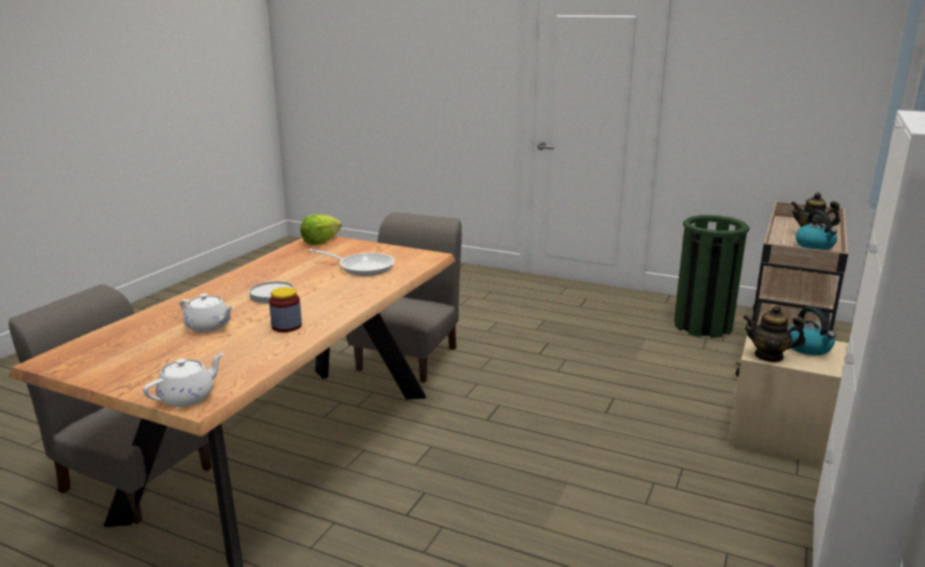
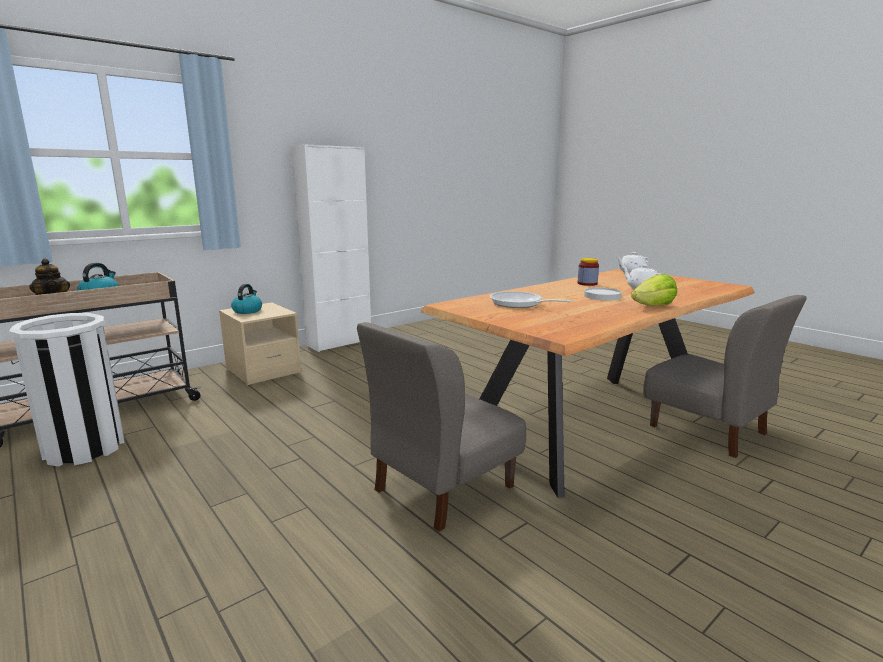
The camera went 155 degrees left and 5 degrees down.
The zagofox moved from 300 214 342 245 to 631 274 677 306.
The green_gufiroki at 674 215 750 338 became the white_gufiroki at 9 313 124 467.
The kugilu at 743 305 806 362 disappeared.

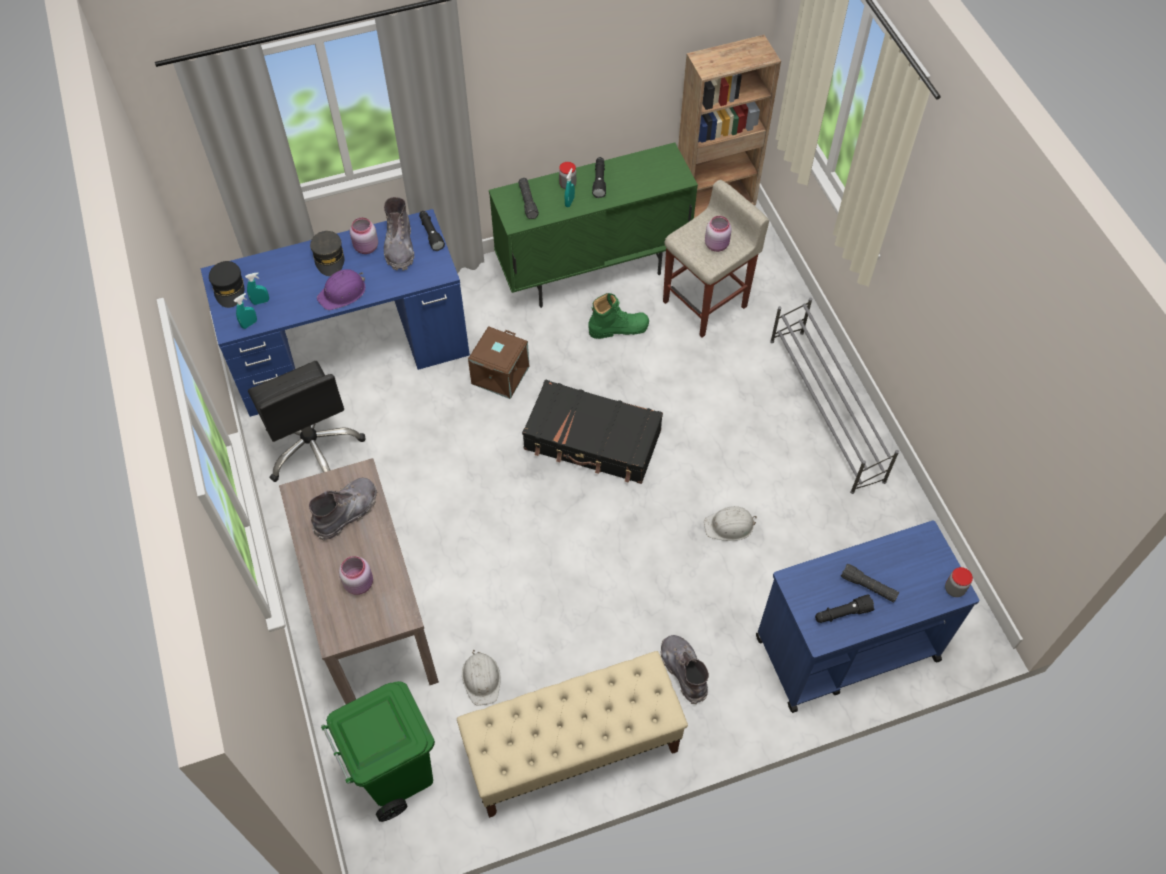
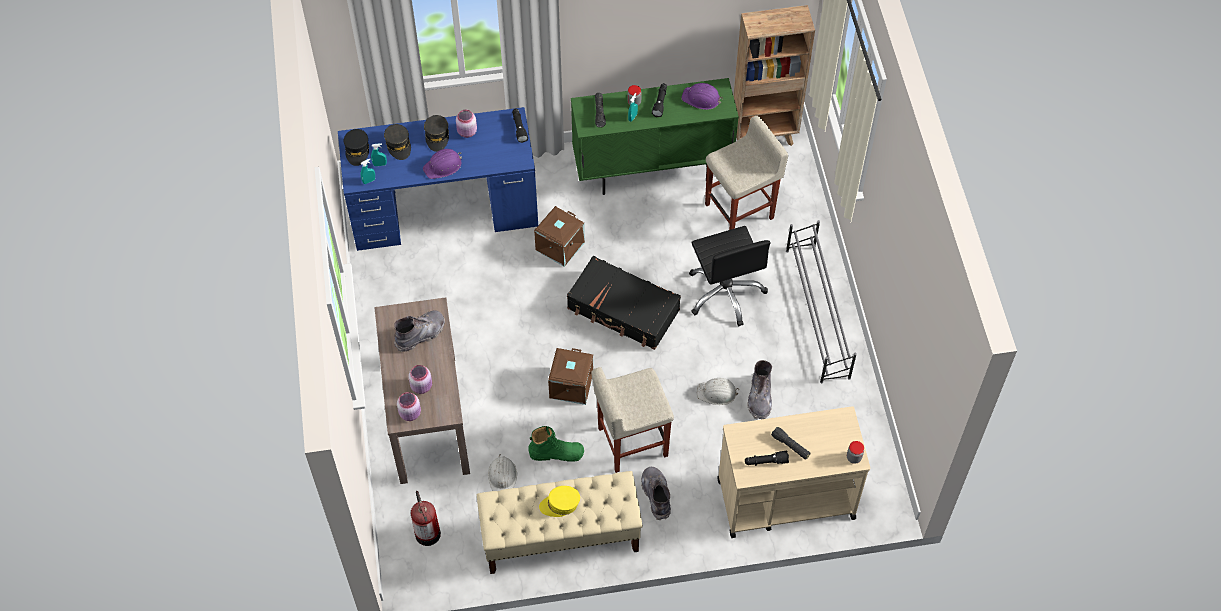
The camera went 10 degrees right and 0 degrees up.
The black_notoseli moved from 248 361 365 482 to 689 226 771 326.
The green_gufiroki at 321 681 435 822 was replaced by the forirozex at 411 491 441 546.
The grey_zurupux moved from 384 197 414 271 to 747 360 772 419.
The green_zurupux moved from 588 293 649 339 to 528 426 584 461.
The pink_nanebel moved from 705 216 732 252 to 397 392 421 421.
The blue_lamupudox at 756 520 979 713 became the beige_lamupudox at 718 406 870 538.
The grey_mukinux at 384 124 411 160 appeared.
The yellow_mukinux at 539 486 580 517 appeared.
The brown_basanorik at 548 348 594 405 appeared.
The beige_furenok at 591 367 674 473 appeared.
The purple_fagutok at 681 83 723 110 appeared.

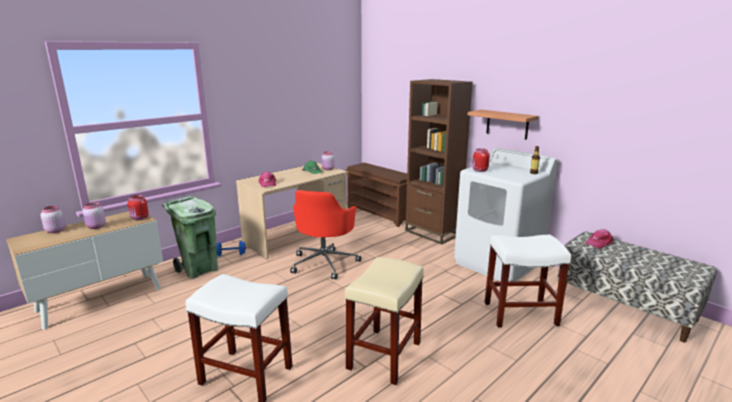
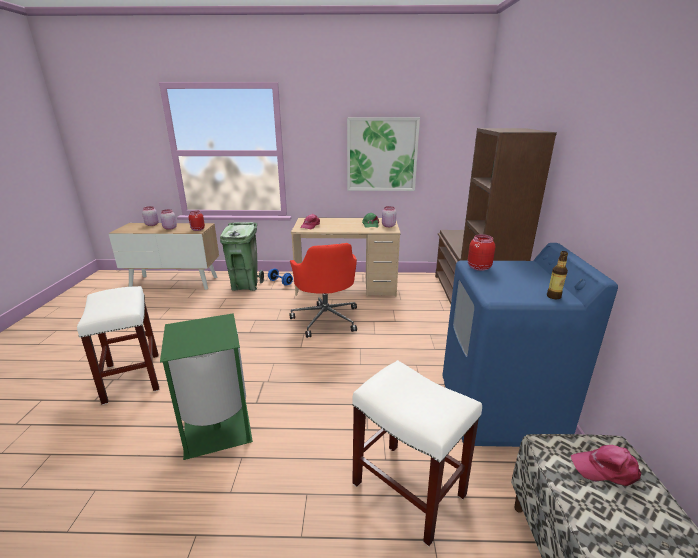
The camera went 45 degrees right and 5 degrees up.
The red_notoseli at 290 190 361 280 turned 75 degrees counterclockwise.
The beige_furenok at 345 257 424 386 was replaced by the green_gufiroki at 160 313 253 460.
The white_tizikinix at 454 148 558 282 became the blue_tizikinix at 442 243 618 447.
The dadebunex at 468 110 539 140 disappeared.
The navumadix at 347 118 420 191 appeared.

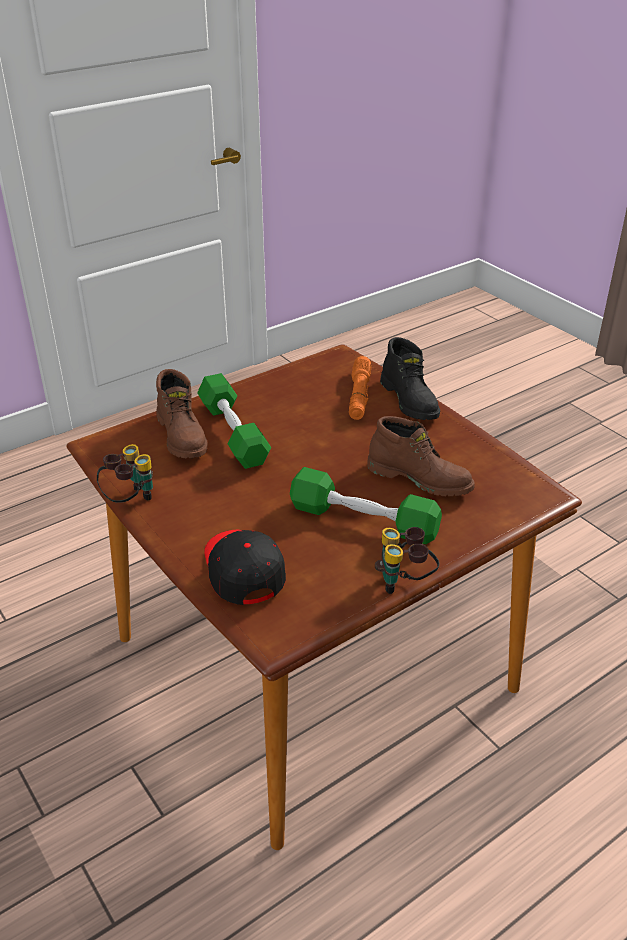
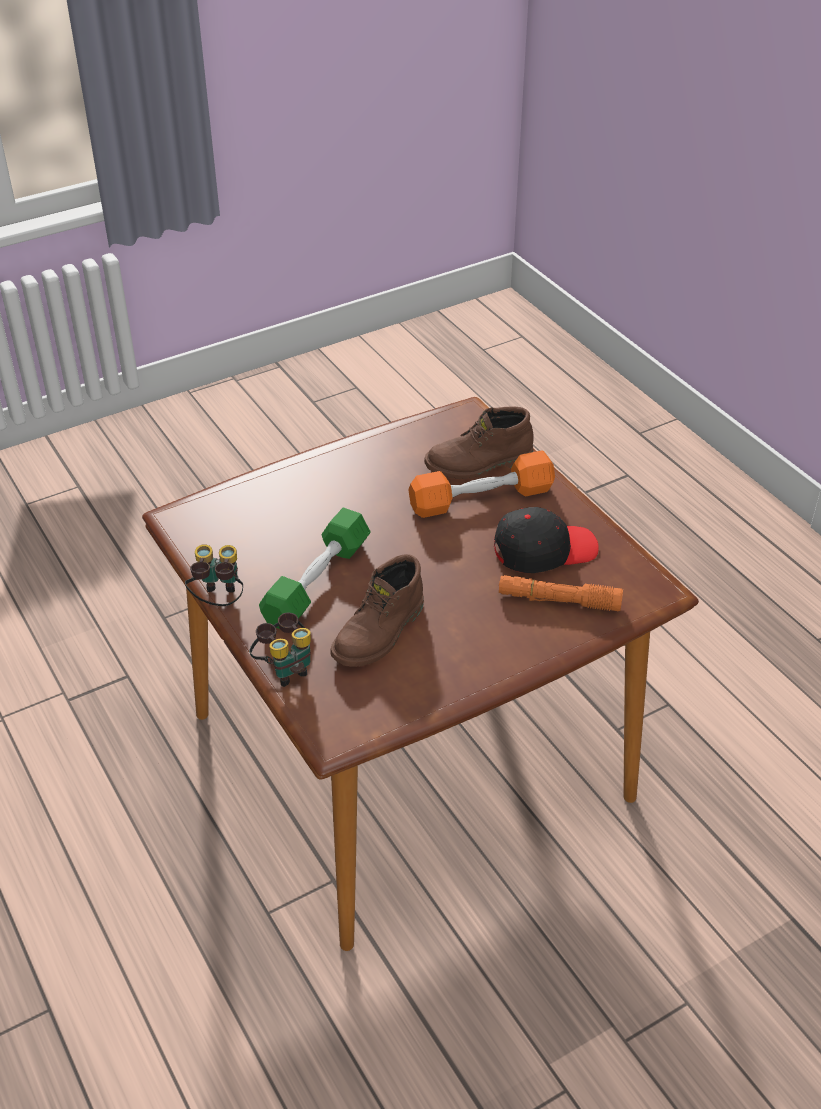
The camera went 95 degrees right and 5 degrees up.
The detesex moved from 97 444 153 503 to 249 613 311 687.
The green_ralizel at 197 373 271 469 became the orange_ralizel at 408 450 555 518.
The black_mukinux moved from 204 530 286 605 to 494 507 599 573.
The black_zurupux at 380 337 440 420 disappeared.

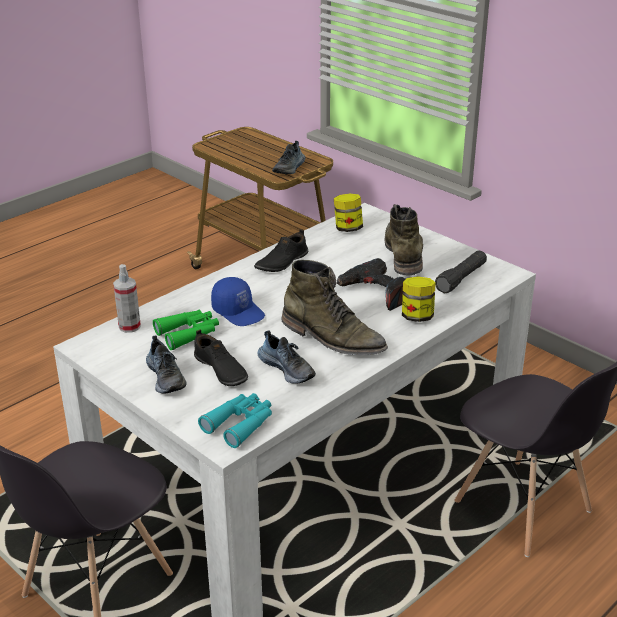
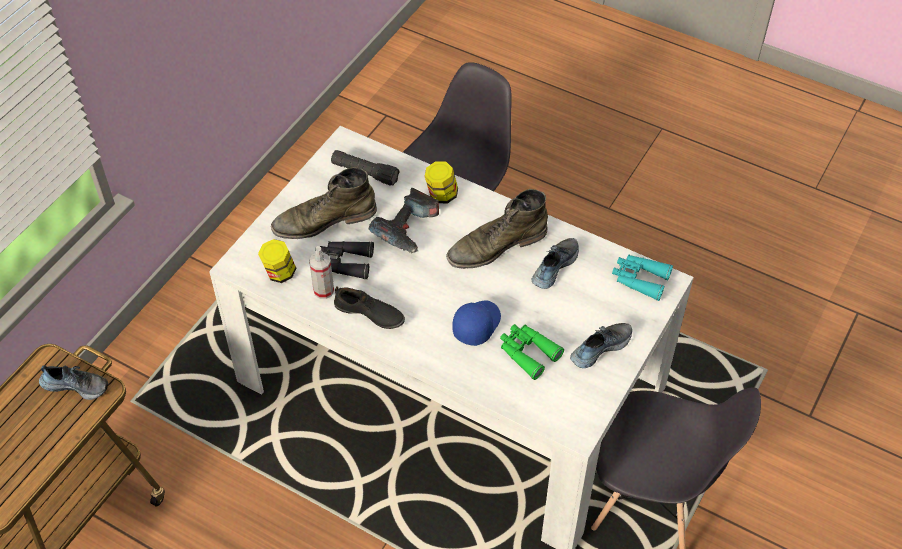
The camera went 105 degrees left and 20 degrees up.
The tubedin moved from 113 264 141 333 to 309 246 334 299.
The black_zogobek at 194 329 248 386 disappeared.
The green_zurupux at 281 260 388 355 turned 135 degrees counterclockwise.
The black_detesex at 320 241 374 279 appeared.

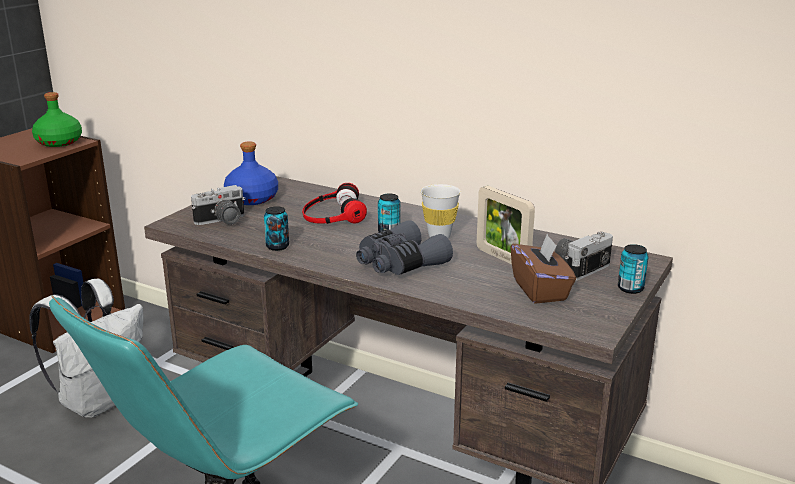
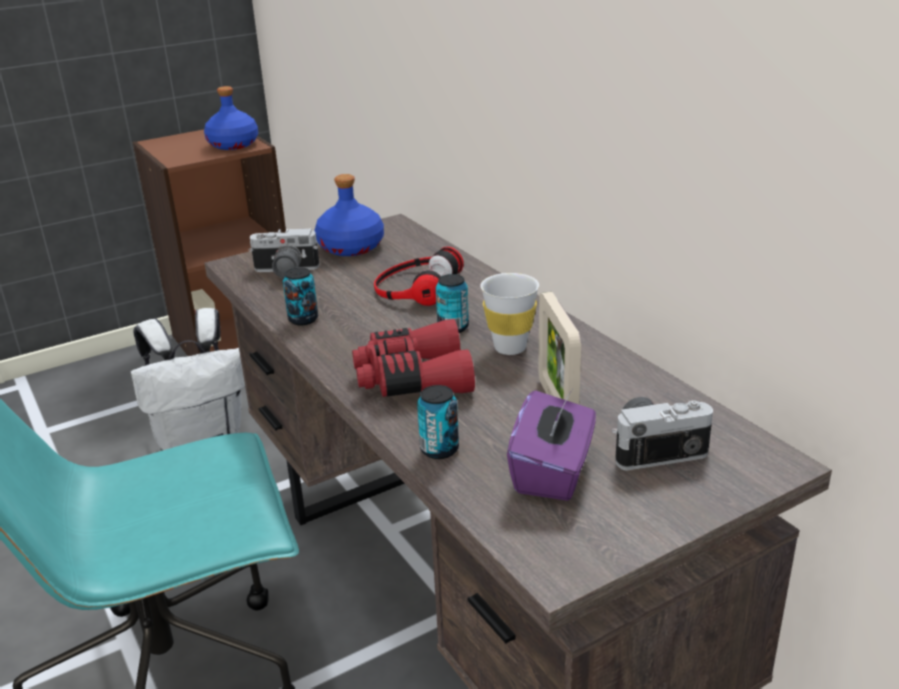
The camera went 30 degrees right and 5 degrees up.
The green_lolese at 32 92 82 147 became the blue_lolese at 204 86 258 150.
The grey_detesex at 356 220 453 275 became the red_detesex at 352 319 475 397.
The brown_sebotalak at 510 234 576 304 became the purple_sebotalak at 507 390 596 501.
The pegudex moved from 618 244 649 294 to 417 385 459 459.

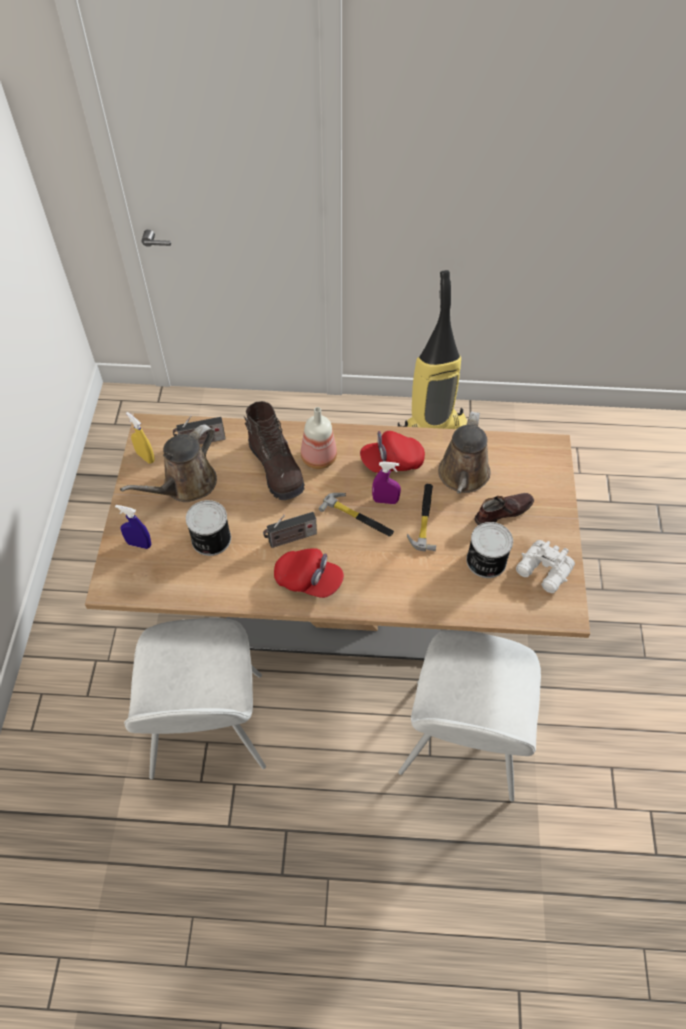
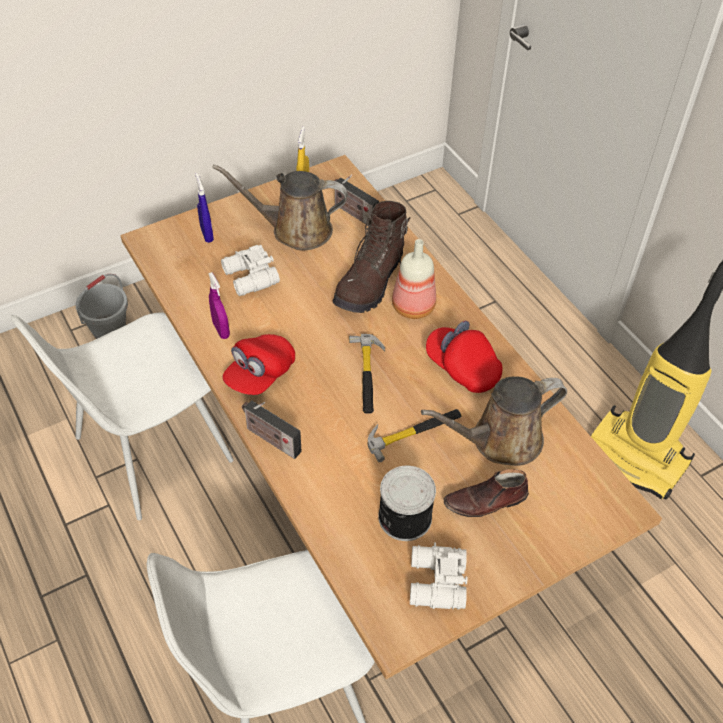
The camera went 55 degrees right and 5 degrees down.
The pegudex at 186 500 231 556 was replaced by the white_detesex at 221 245 280 296.
The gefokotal moved from 263 512 317 548 to 242 401 302 459.
The red_mukinux at 274 548 344 598 turned 45 degrees clockwise.
The purple_tubedin moved from 372 461 401 504 to 208 272 230 339.
The brown_zogobek at 474 493 534 525 turned 135 degrees clockwise.
The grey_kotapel at 76 274 128 339 appeared.

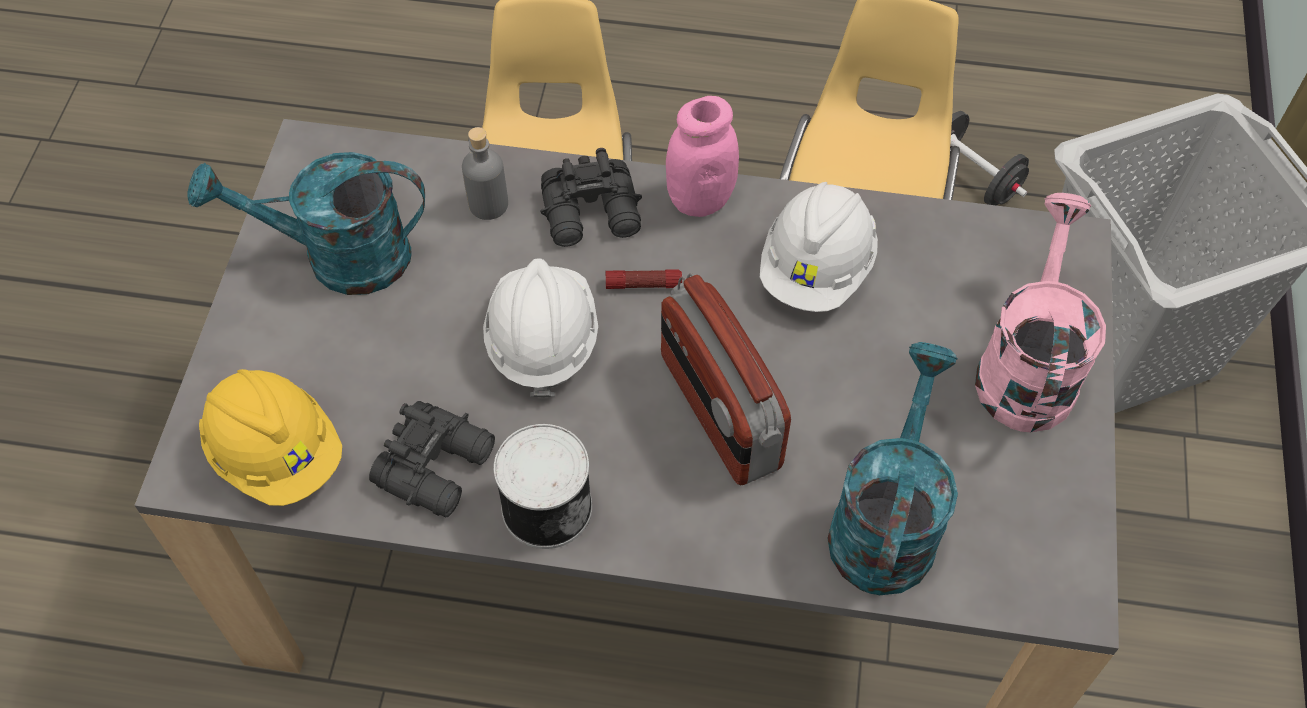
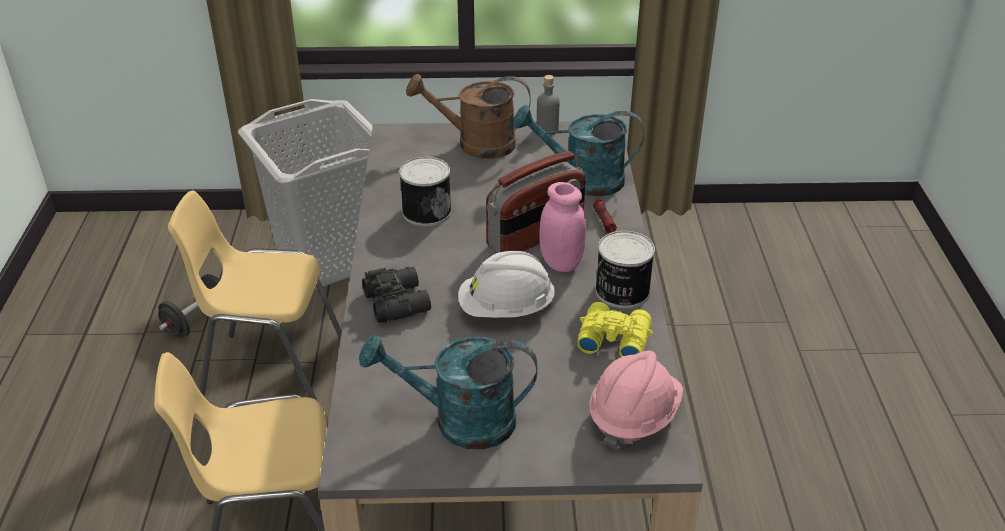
The camera went 100 degrees left and 20 degrees down.
The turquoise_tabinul at 187 152 425 295 turned 105 degrees clockwise.
The yellow_fagutok at 199 369 342 506 became the pink_fagutok at 589 350 683 450.
The black_detesex at 369 401 495 517 became the yellow_detesex at 577 302 653 357.
The grey_lolese moved from 462 127 508 220 to 537 75 560 135.
The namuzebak moved from 606 269 682 289 to 593 200 617 233.
The pink_nanebel moved from 666 96 739 217 to 540 182 586 272.
The white_fagutok at 760 182 878 312 was replaced by the pegudex at 399 157 452 226.
The pink_tabinul at 975 193 1106 433 became the brown_tabinul at 406 74 531 159.

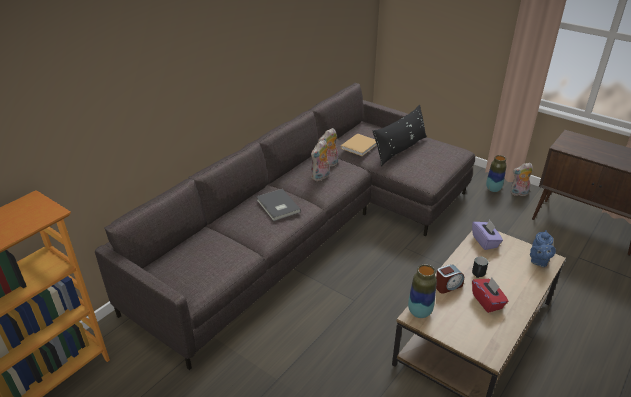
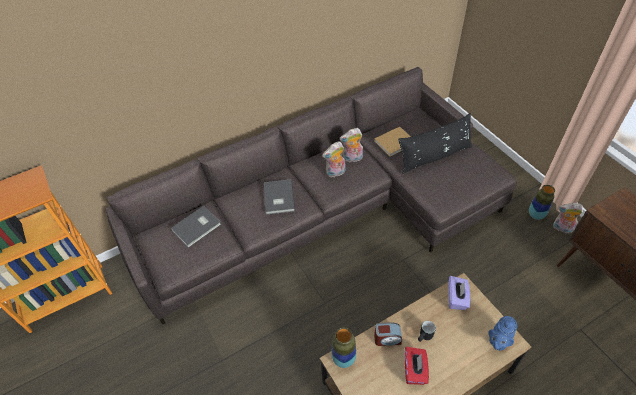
The camera went 25 degrees right and 15 degrees up.
The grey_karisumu at 171 206 221 248 appeared.

